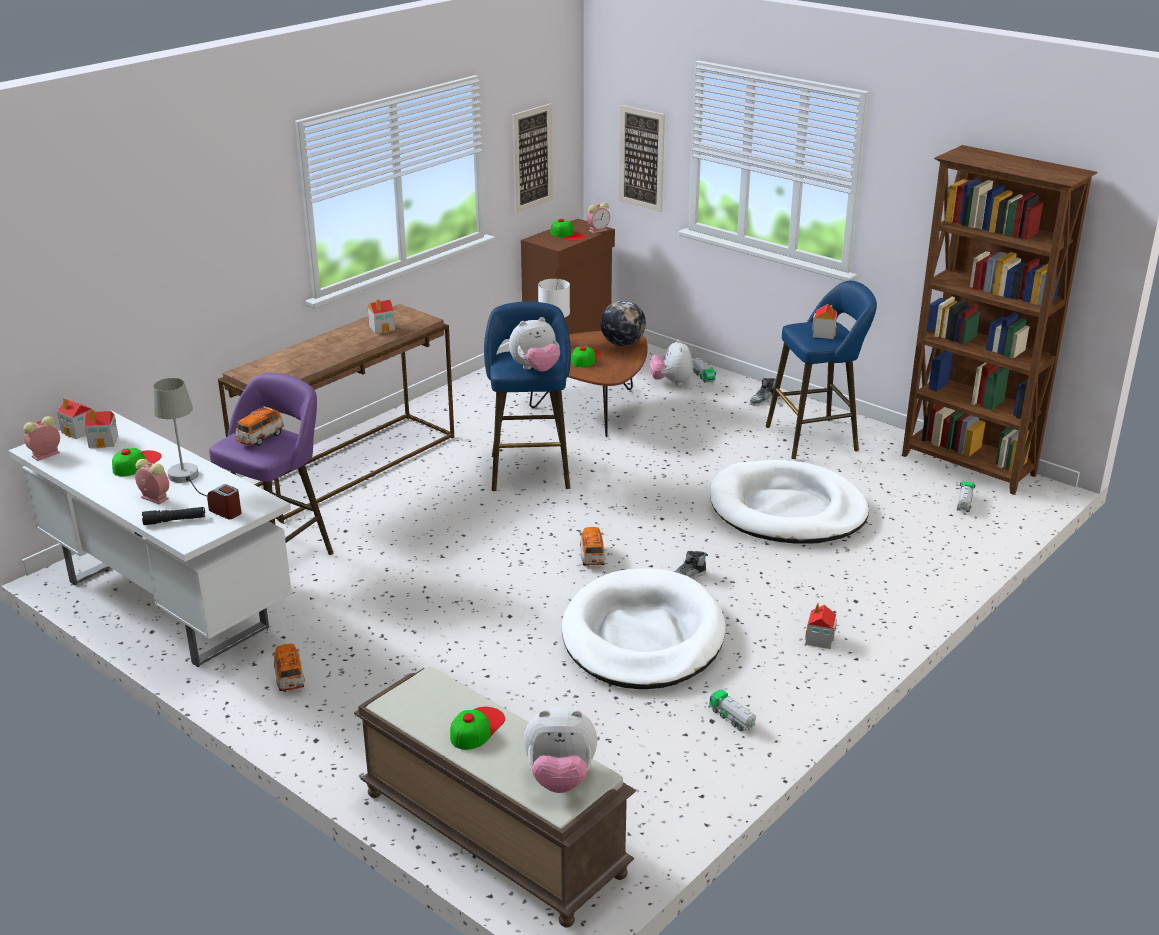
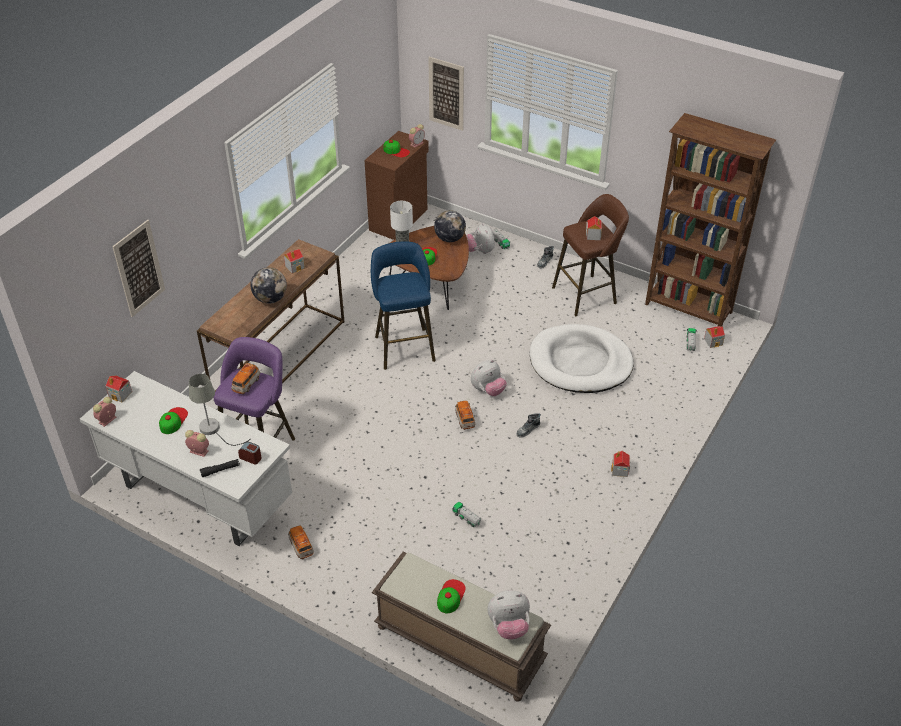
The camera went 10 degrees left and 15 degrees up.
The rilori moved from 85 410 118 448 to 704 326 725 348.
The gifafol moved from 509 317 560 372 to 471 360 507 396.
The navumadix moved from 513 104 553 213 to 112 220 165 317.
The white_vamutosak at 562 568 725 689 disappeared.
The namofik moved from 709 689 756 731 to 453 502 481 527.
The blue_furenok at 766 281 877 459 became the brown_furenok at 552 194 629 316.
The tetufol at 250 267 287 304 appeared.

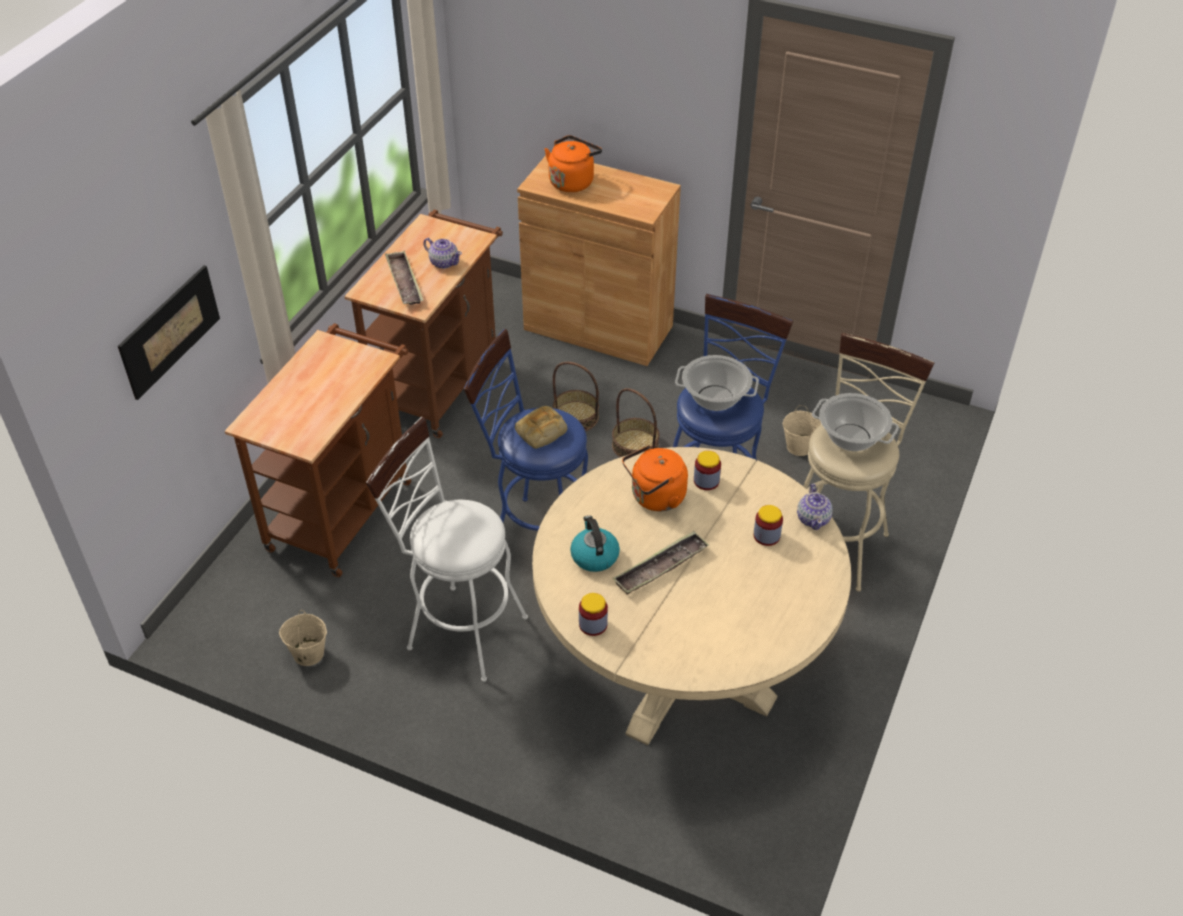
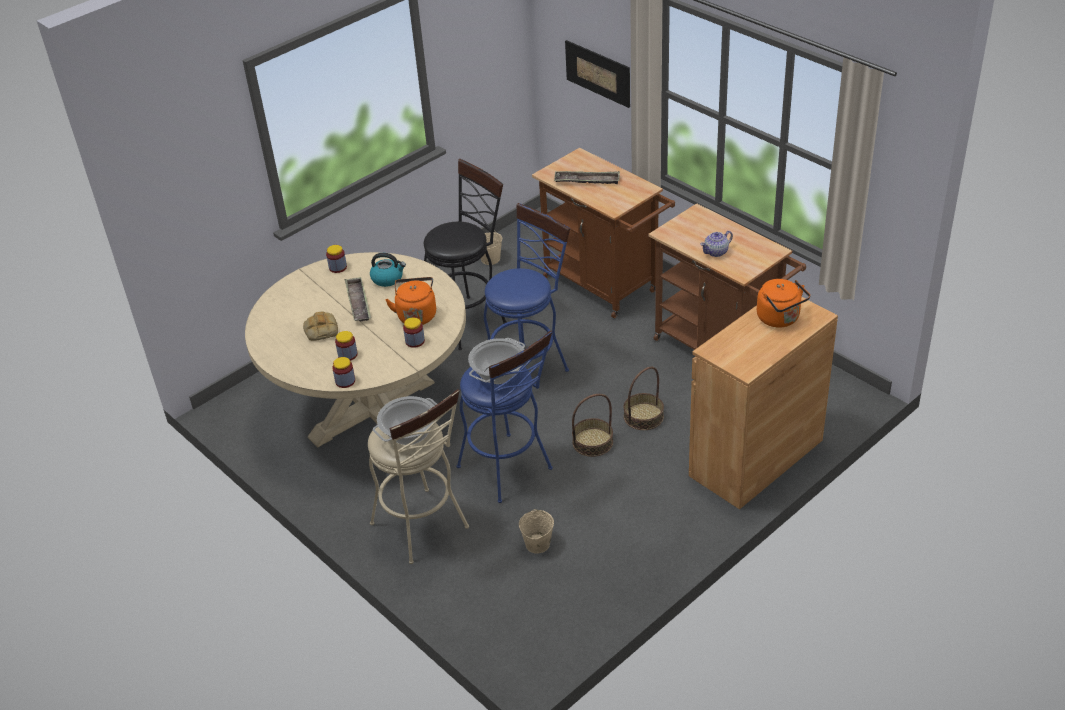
The camera went 115 degrees right and 5 degrees down.
The white_furenok at 366 417 528 682 became the black_furenok at 424 159 507 350.
The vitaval moved from 385 251 424 305 to 554 171 620 184.
The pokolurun moved from 515 406 567 449 to 303 311 338 341.
The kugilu at 797 484 833 530 was replaced by the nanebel at 332 357 355 388.

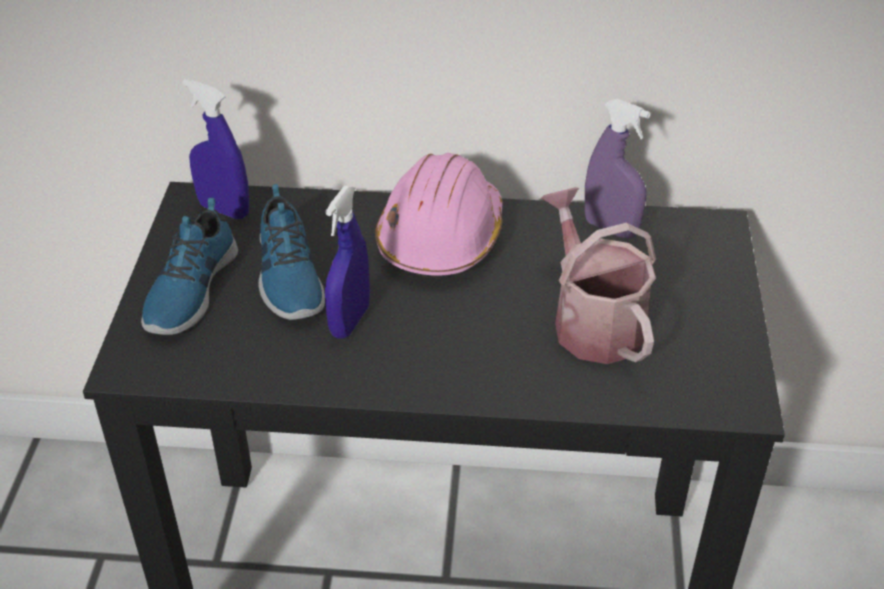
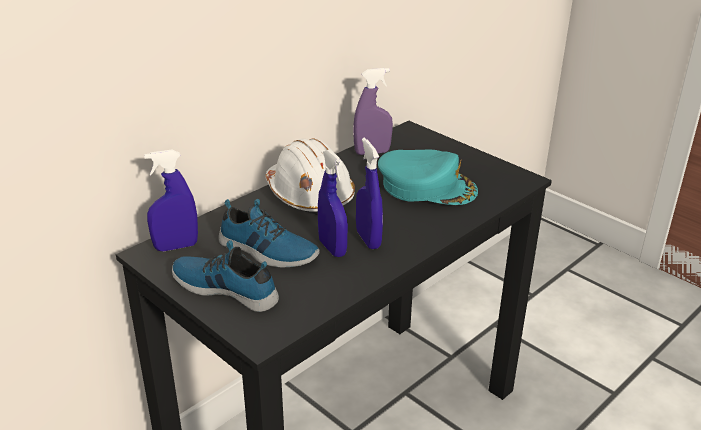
The camera went 50 degrees left and 10 degrees down.
The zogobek at 141 198 238 335 turned 150 degrees clockwise.
The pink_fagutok at 375 153 502 278 became the white_fagutok at 265 138 355 215.
The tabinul at 541 187 656 364 was replaced by the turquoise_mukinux at 378 150 478 205.
The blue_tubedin at 356 138 383 249 appeared.

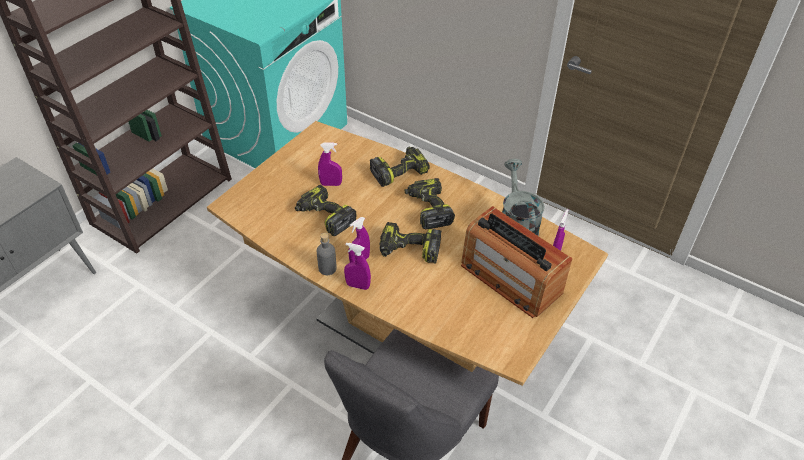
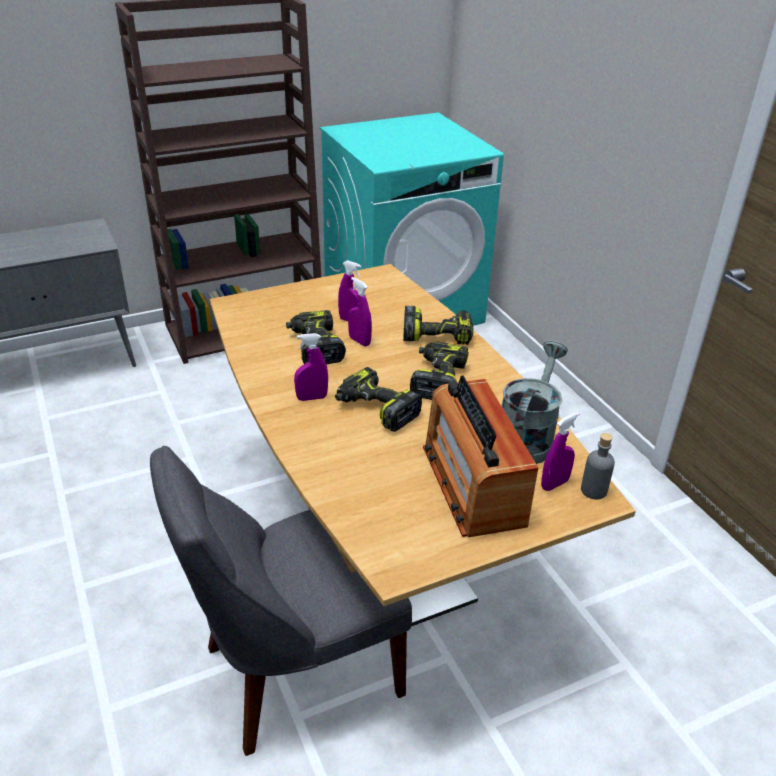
The camera went 30 degrees right and 10 degrees down.
The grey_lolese moved from 317 233 337 275 to 581 433 615 500.
The purple_tubedin moved from 344 243 371 290 to 348 277 372 346.

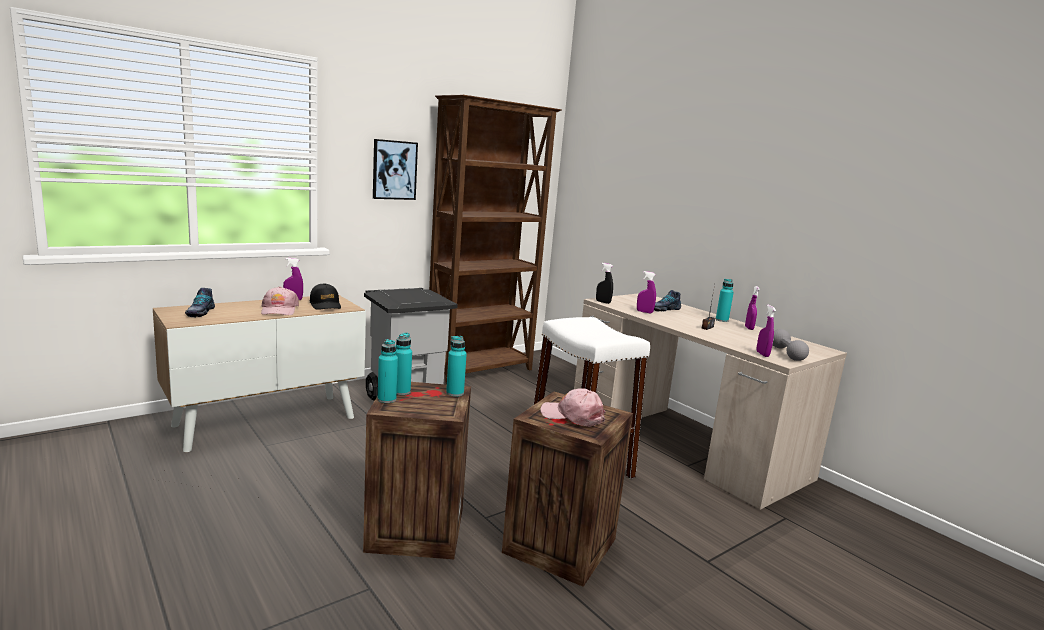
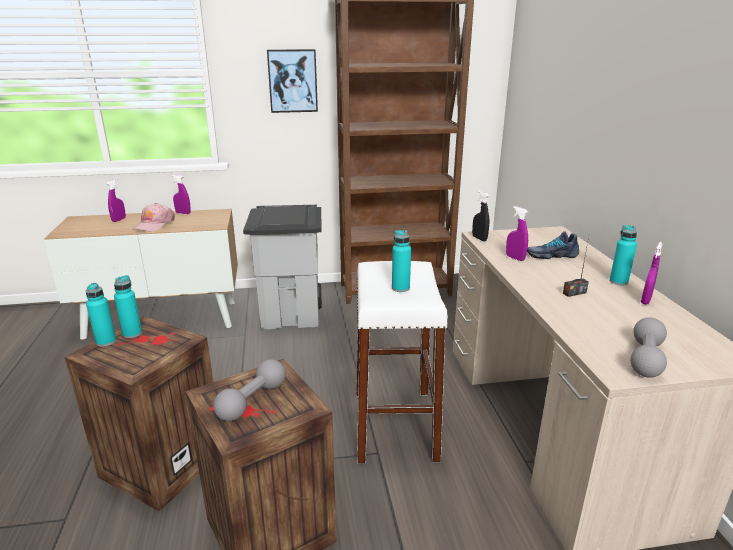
The camera went 30 degrees right and 10 degrees up.
The zogobek at 185 288 215 318 disappeared.
The black_mukinux at 310 283 341 310 disappeared.
The turquoise_lolese moved from 446 336 467 397 to 392 230 411 292.
The pink_mukinux at 540 388 606 427 was replaced by the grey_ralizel at 213 359 286 421.
The purple_tubedin moved from 756 305 776 357 to 106 179 126 222.

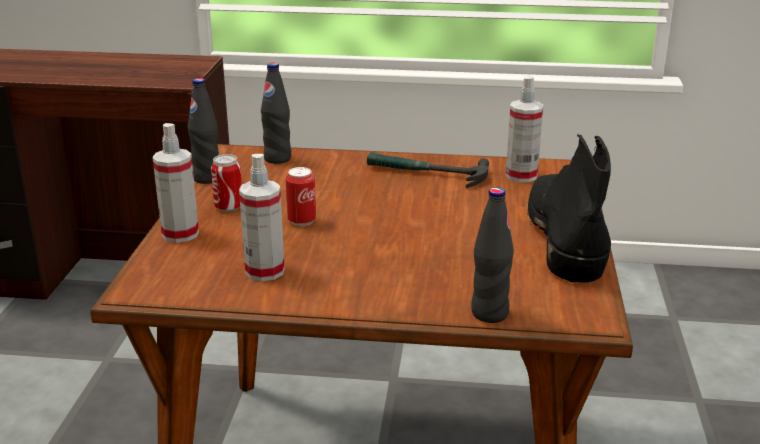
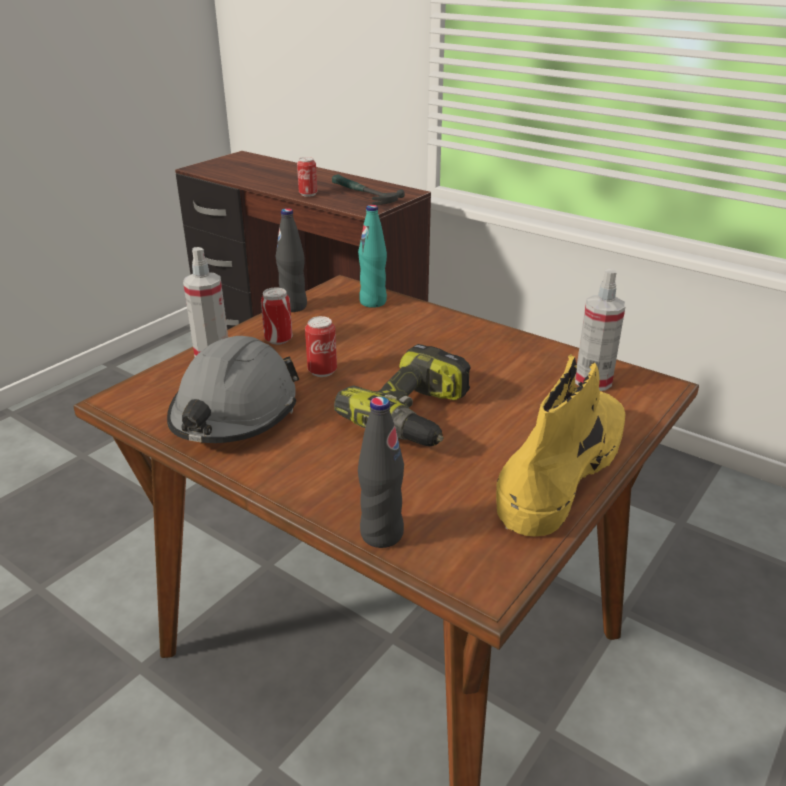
The camera went 30 degrees right and 5 degrees up.
The tubedin at 239 154 285 281 was replaced by the grey_fagutok at 167 336 299 443.
The black_lolese at 261 63 291 164 became the turquoise_lolese at 358 205 387 308.
The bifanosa moved from 367 152 489 188 to 332 174 405 205.
The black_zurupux at 526 134 611 283 became the yellow_zurupux at 496 354 625 536.
The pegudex at 297 157 317 197 appeared.
The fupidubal at 334 344 470 446 appeared.

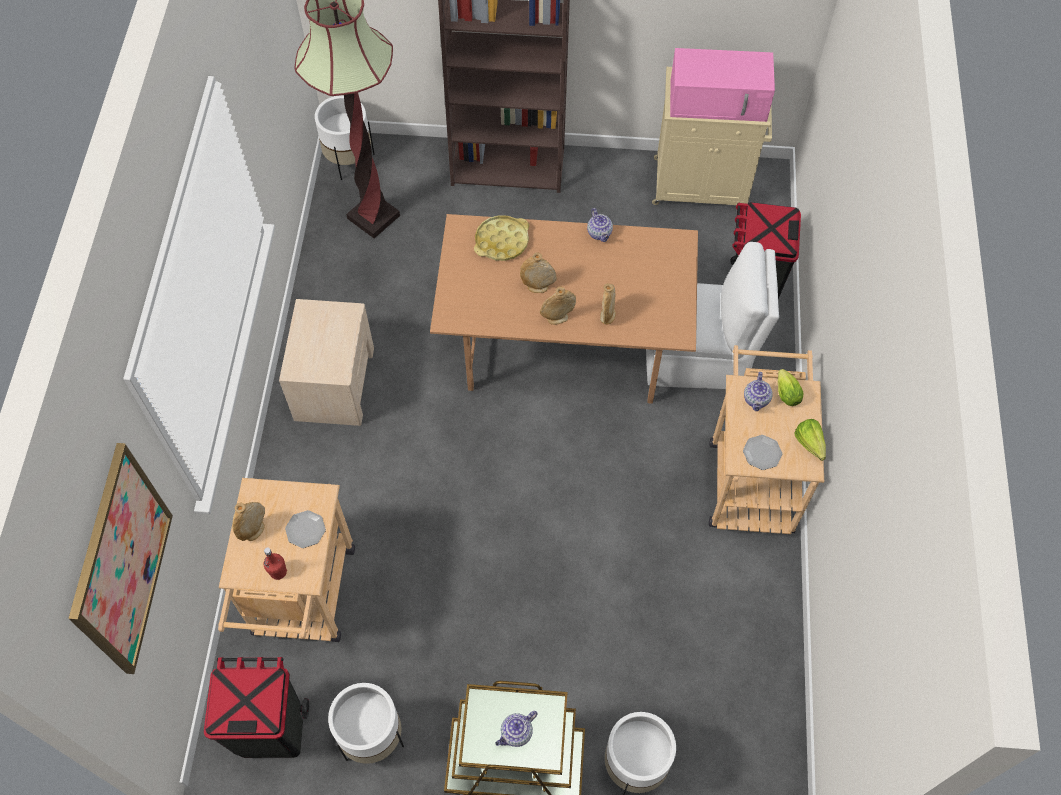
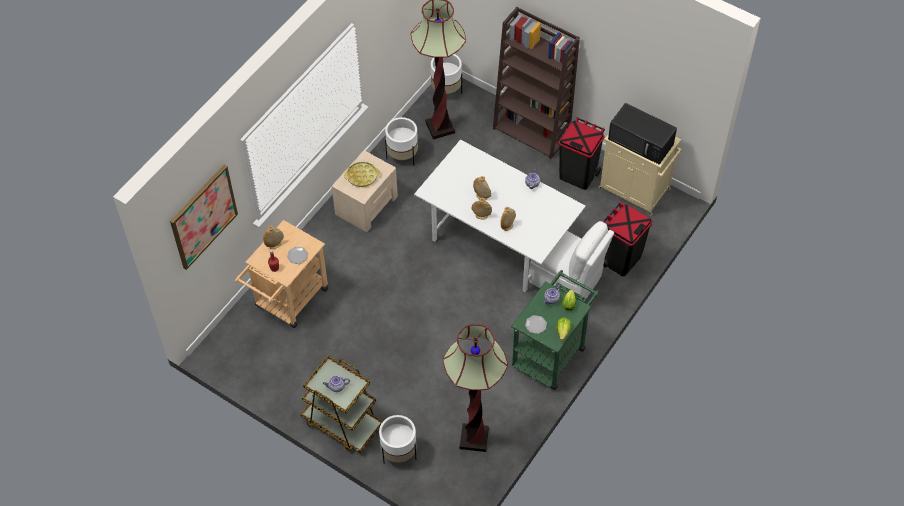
The camera went 30 degrees right and 5 degrees down.
The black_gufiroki moved from 204 657 309 758 to 559 117 605 190.
The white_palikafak moved from 328 683 404 764 to 385 117 418 166.
The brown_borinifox at 430 214 698 404 became the white_borinifox at 414 140 586 292.
The yellow_vitaval moved from 474 215 529 261 to 344 161 380 187.
The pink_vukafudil at 670 48 775 122 became the black_vukafudil at 608 103 677 165.
The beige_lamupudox at 709 345 824 534 became the green_lamupudox at 511 270 599 390.
The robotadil at 443 324 508 452 appeared.

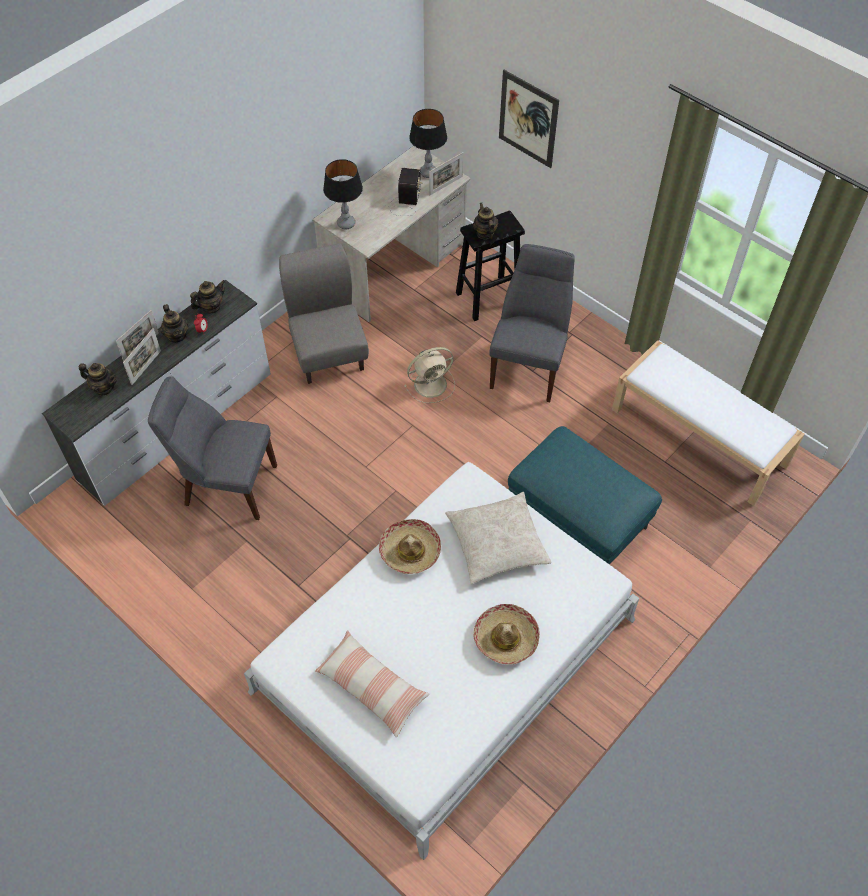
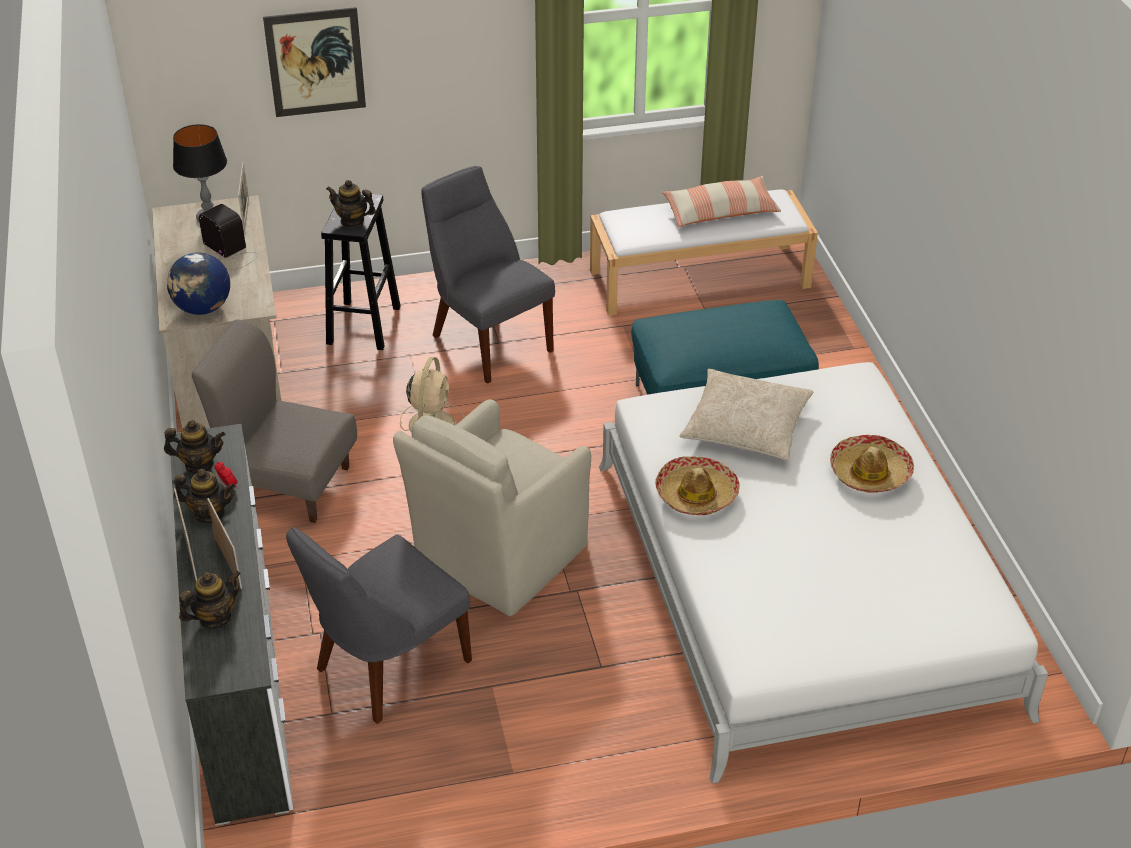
The camera went 55 degrees left and 15 degrees down.
The kugilu at 190 280 225 313 turned 90 degrees clockwise.
The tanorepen moved from 315 630 430 737 to 662 176 781 227.
The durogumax at 323 159 363 229 was replaced by the tetufol at 167 253 230 315.
The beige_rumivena at 393 399 591 616 appeared.

